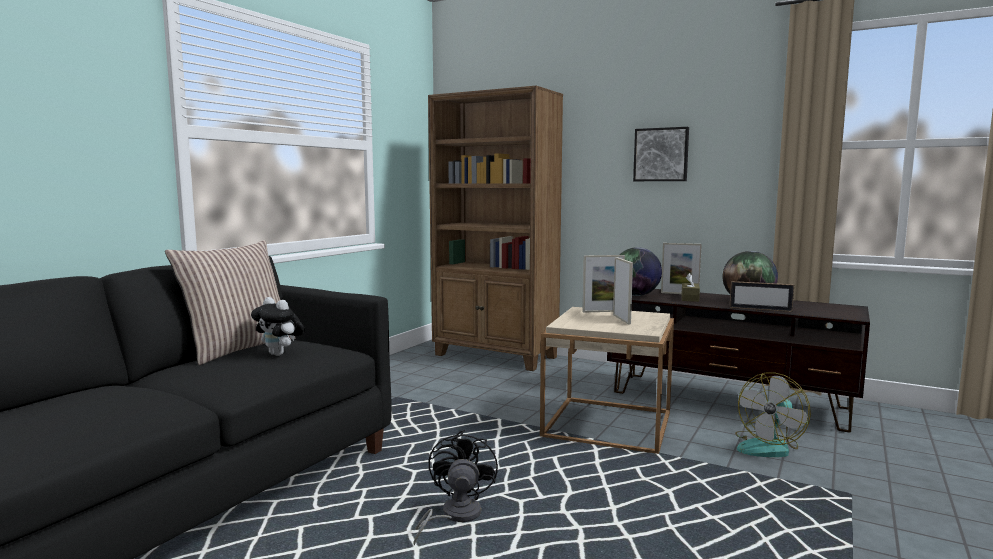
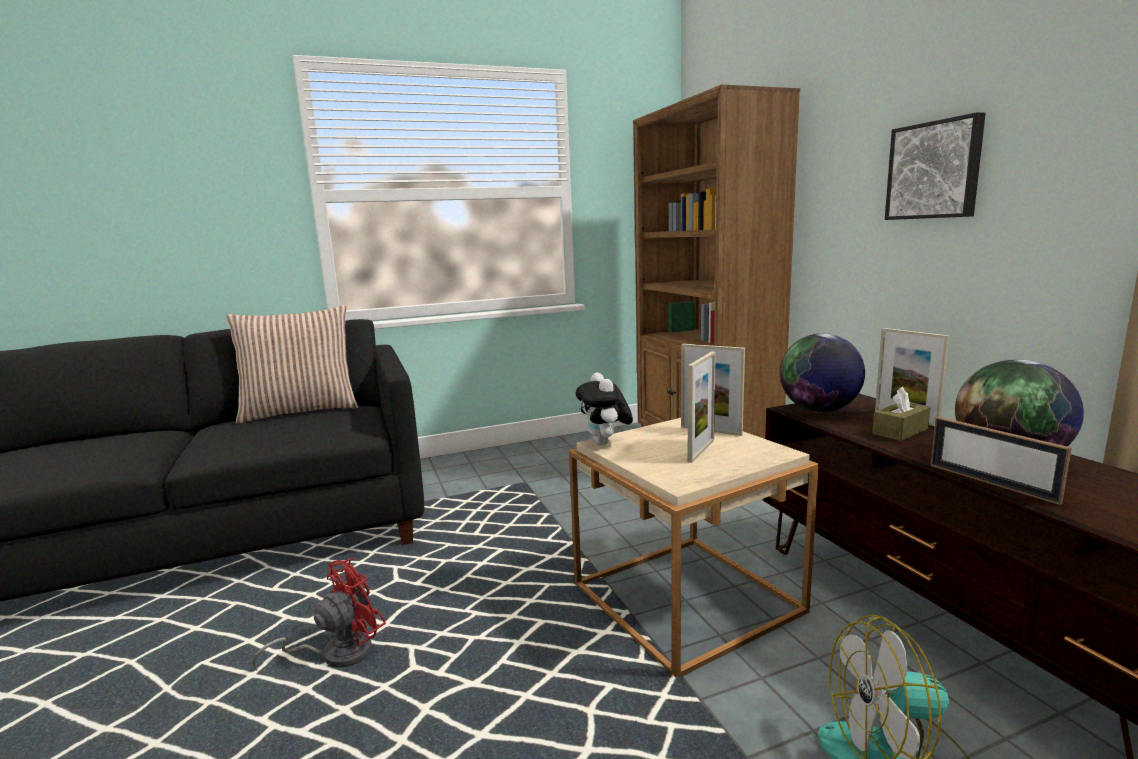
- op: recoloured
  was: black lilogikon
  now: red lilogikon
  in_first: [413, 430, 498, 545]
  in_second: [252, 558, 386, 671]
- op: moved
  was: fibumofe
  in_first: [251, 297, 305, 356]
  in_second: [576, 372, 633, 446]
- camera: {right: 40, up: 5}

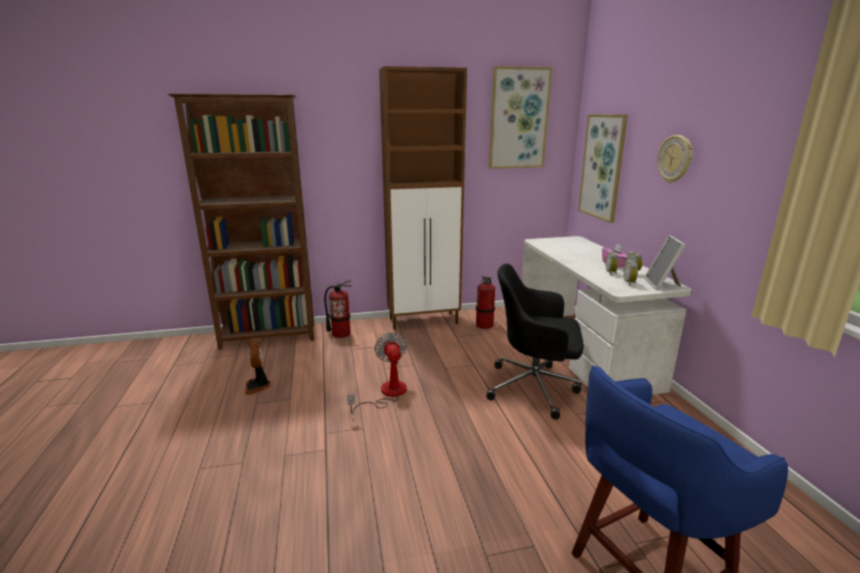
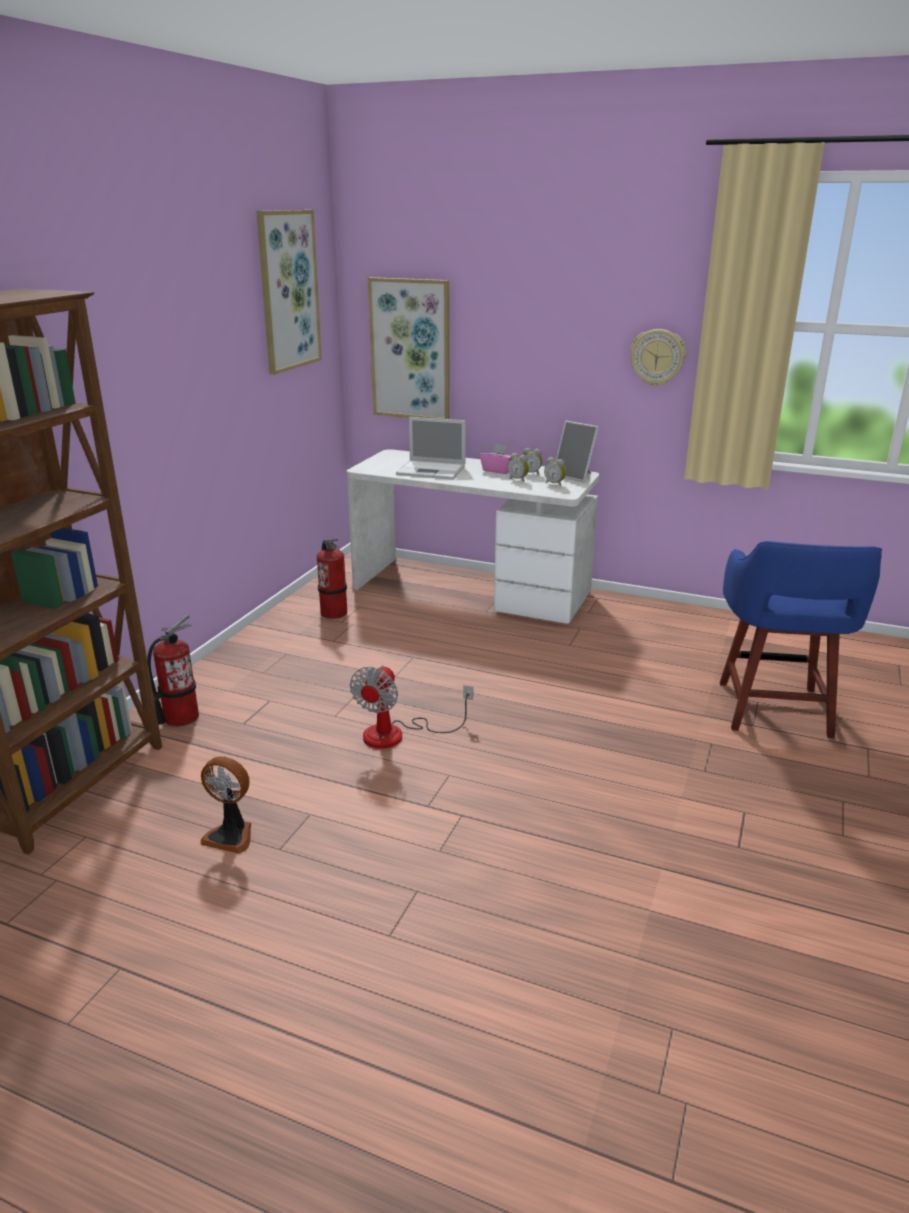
- op: turned
  was: lilogikon
  in_first: [347, 332, 407, 413]
  in_second: [350, 665, 473, 749]
  clockwise: -90
- op: added
  now: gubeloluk
  in_second: [396, 417, 466, 480]
- op: moved
  was: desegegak
  in_first: [657, 135, 693, 183]
  in_second: [630, 329, 686, 386]
- op: removed
  was: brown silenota
  in_first: [379, 66, 467, 330]
- op: removed
  was: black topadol
  in_first: [487, 264, 584, 420]
- camera: {right: -55, up: 5}

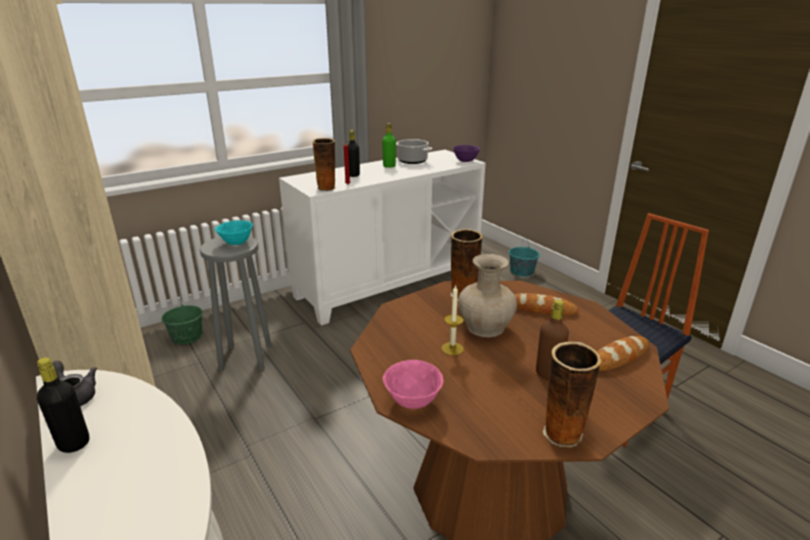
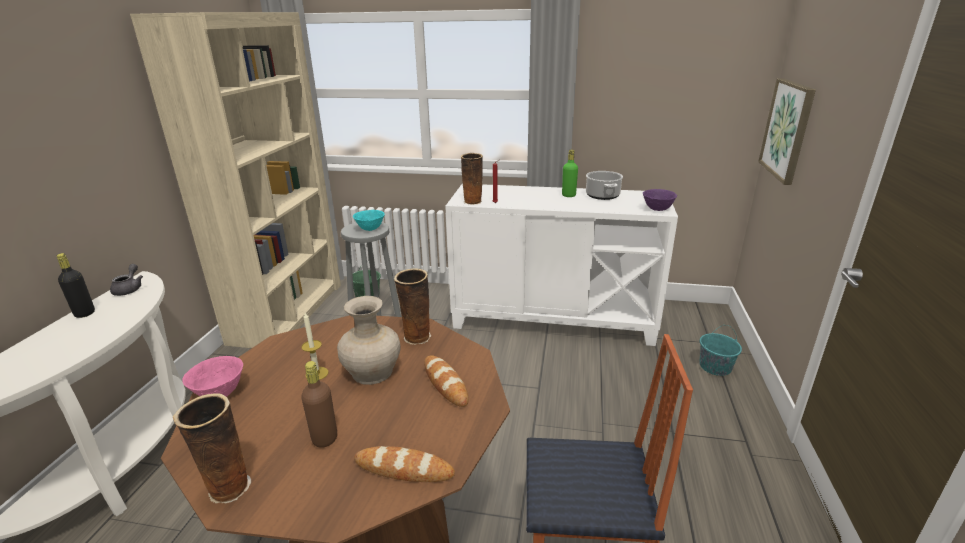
- op: added
  now: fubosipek
  in_second: [758, 78, 816, 185]
- op: removed
  was: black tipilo
  in_first: [348, 130, 360, 177]
- camera: {right: 45, up: 0}

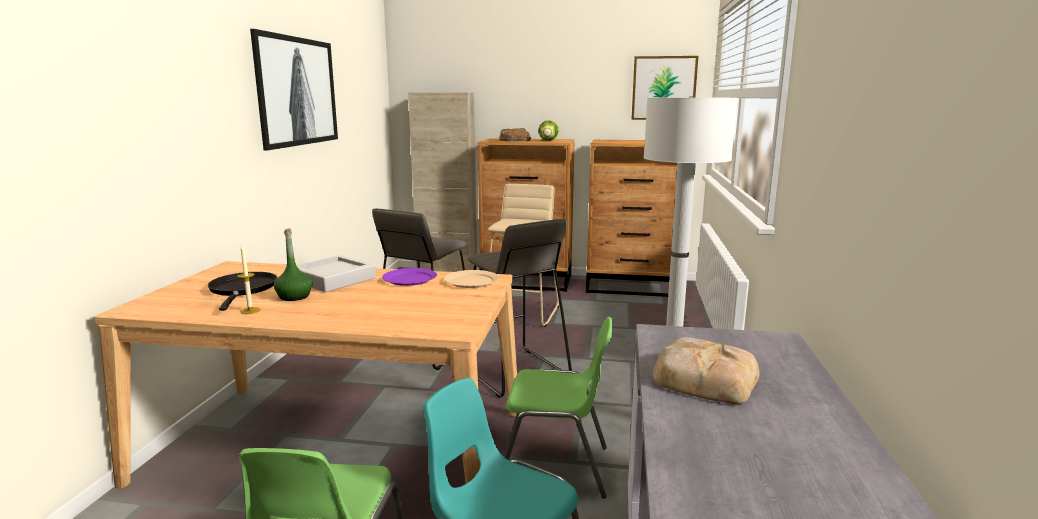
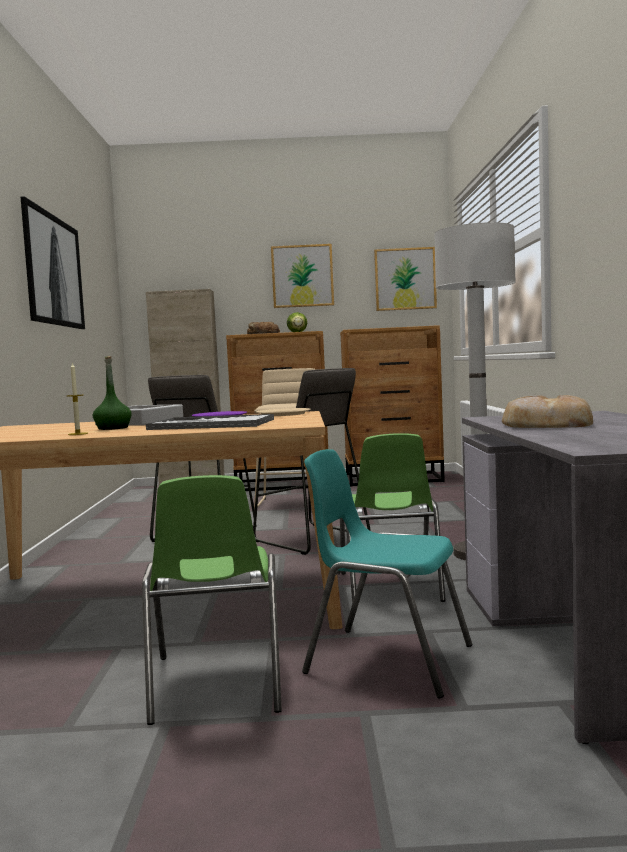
- op: added
  now: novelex
  in_second: [146, 414, 274, 430]
- op: added
  now: fubosipek
  in_second: [271, 244, 334, 308]
- op: turned
  was: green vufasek
  in_first: [505, 317, 612, 499]
  in_second: [340, 433, 446, 604]
  clockwise: 90
- op: removed
  was: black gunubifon
  in_first: [208, 272, 277, 311]
- camera: {right: -10, up: -10}

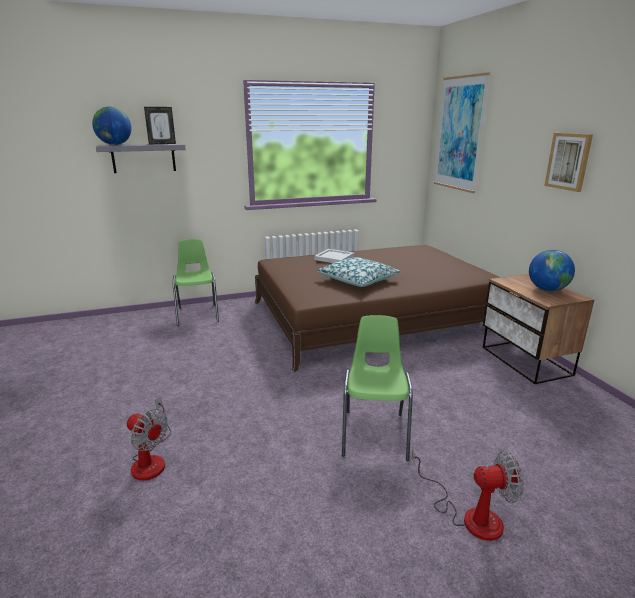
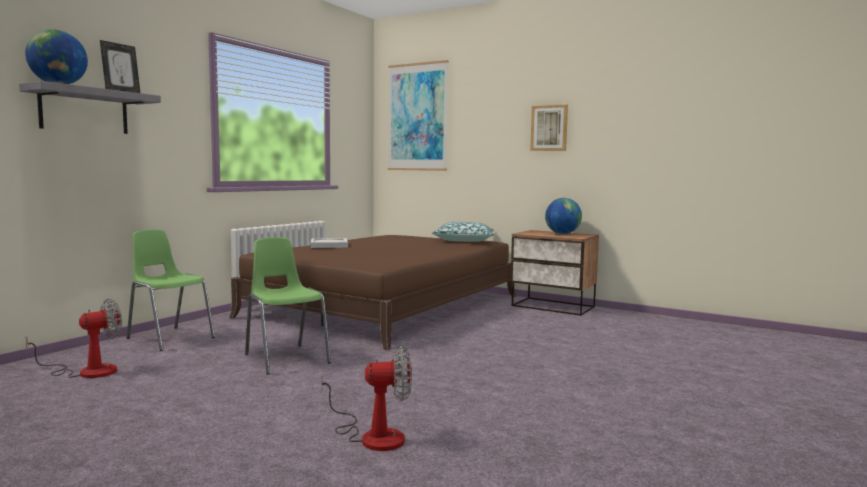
- op: moved
  was: lilogikon
  in_first: [412, 449, 524, 541]
  in_second: [26, 298, 122, 378]
- op: moved
  was: green vufasek
  in_first: [342, 315, 413, 461]
  in_second: [245, 237, 331, 375]
- op: moved
  was: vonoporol
  in_first: [316, 257, 401, 287]
  in_second: [432, 222, 494, 242]
- camera: {right: -40, up: -15}

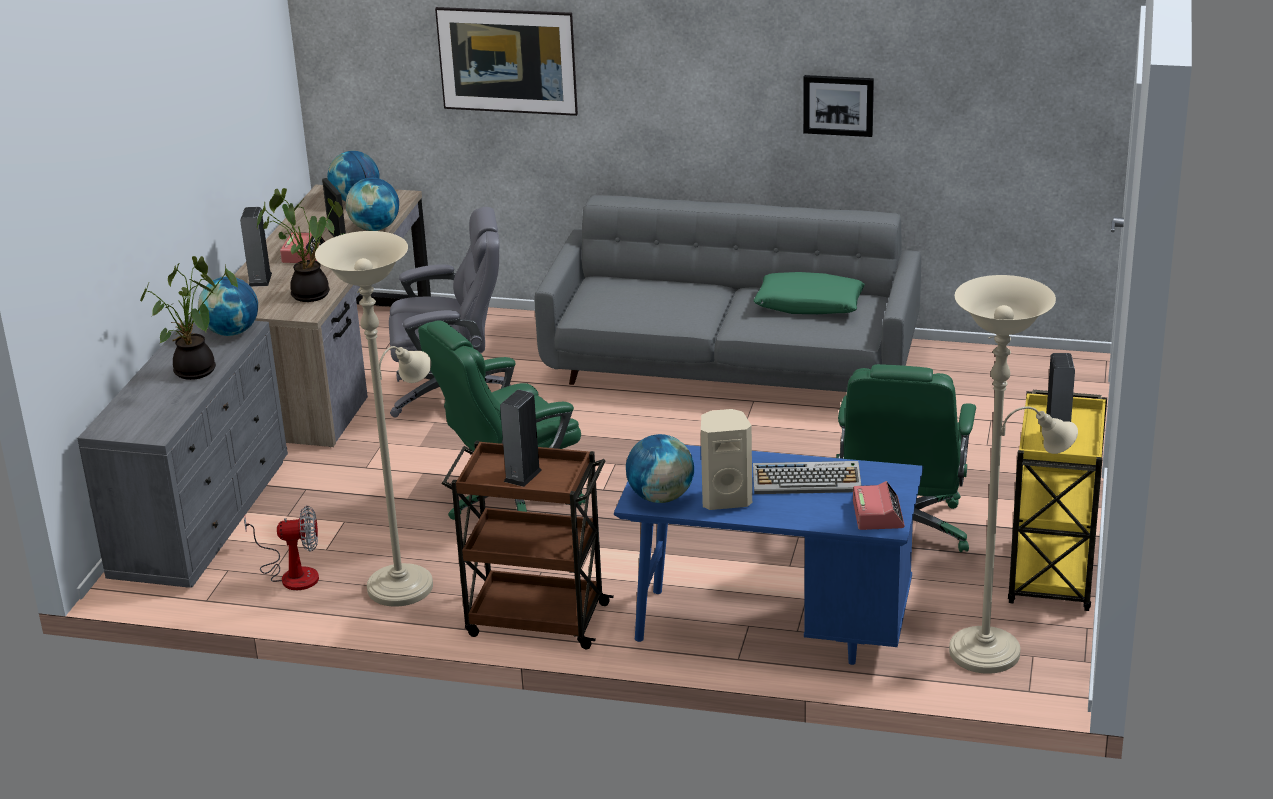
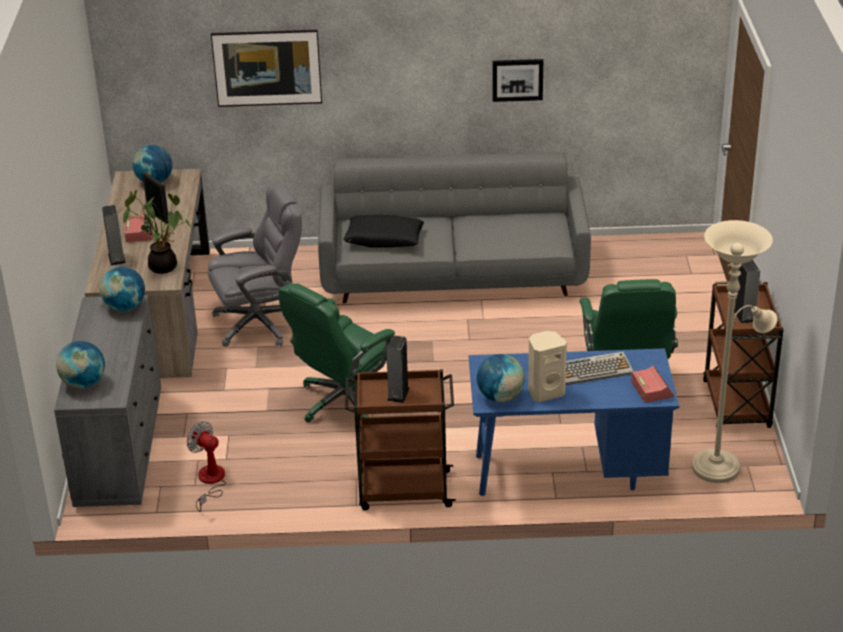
- op: moved
  was: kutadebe
  in_first: [346, 178, 399, 231]
  in_second: [56, 341, 105, 389]
- op: turned
  was: lilogikon
  in_first: [244, 506, 319, 590]
  in_second: [186, 421, 226, 512]
  clockwise: -120
- op: added
  now: black vonoporol
  in_second: [343, 215, 424, 248]
- op: recoloured
  was: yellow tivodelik
  now: brown tivodelik
  in_first: [1008, 390, 1107, 611]
  in_second: [703, 280, 784, 428]
- op: removed
  was: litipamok
  in_first: [140, 256, 238, 380]
- op: removed
  was: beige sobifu
  in_first: [315, 231, 433, 607]
- op: removed
  was: green vonoporol
  in_first: [753, 272, 865, 314]
- camera: {right: -15, up: 5}

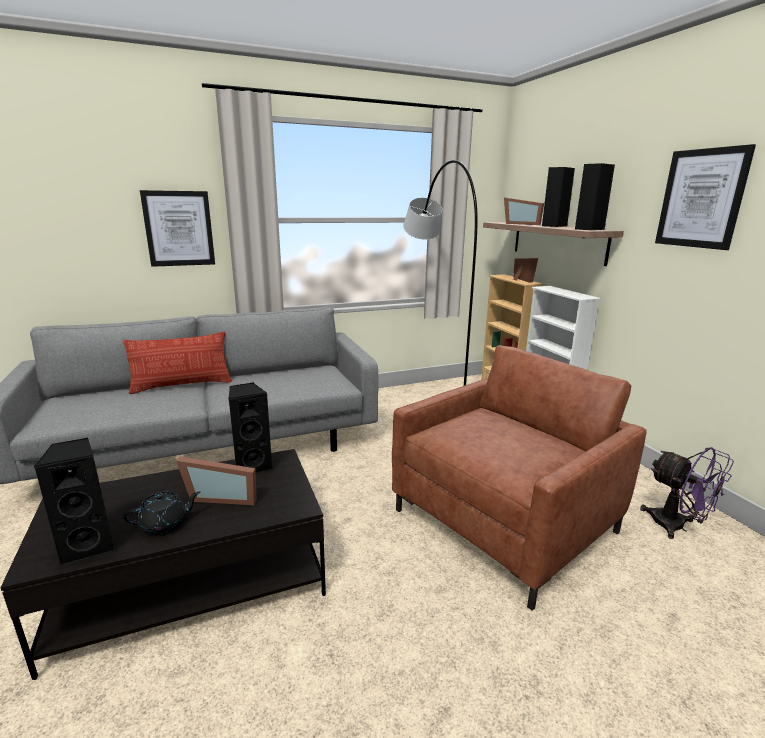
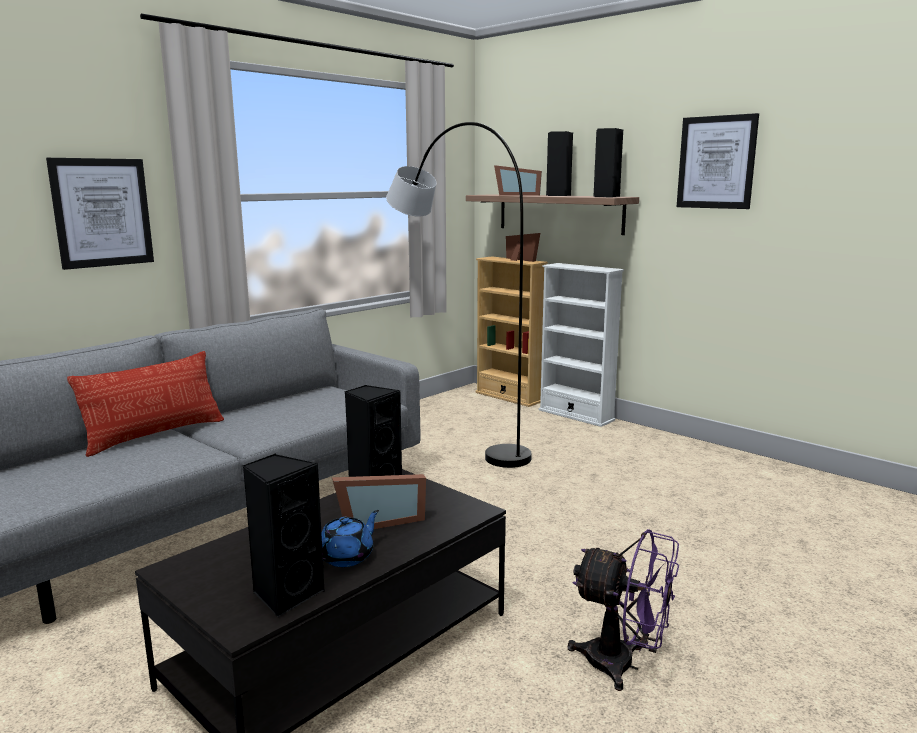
- op: recoloured
  was: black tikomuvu
  now: blue tikomuvu
  in_first: [123, 491, 200, 534]
  in_second: [321, 510, 379, 567]
- op: moved
  was: purple lilogikon
  in_first: [640, 447, 734, 539]
  in_second: [568, 529, 679, 691]
- op: removed
  was: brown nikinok
  in_first: [392, 345, 646, 611]
- camera: {right: -25, up: -5}

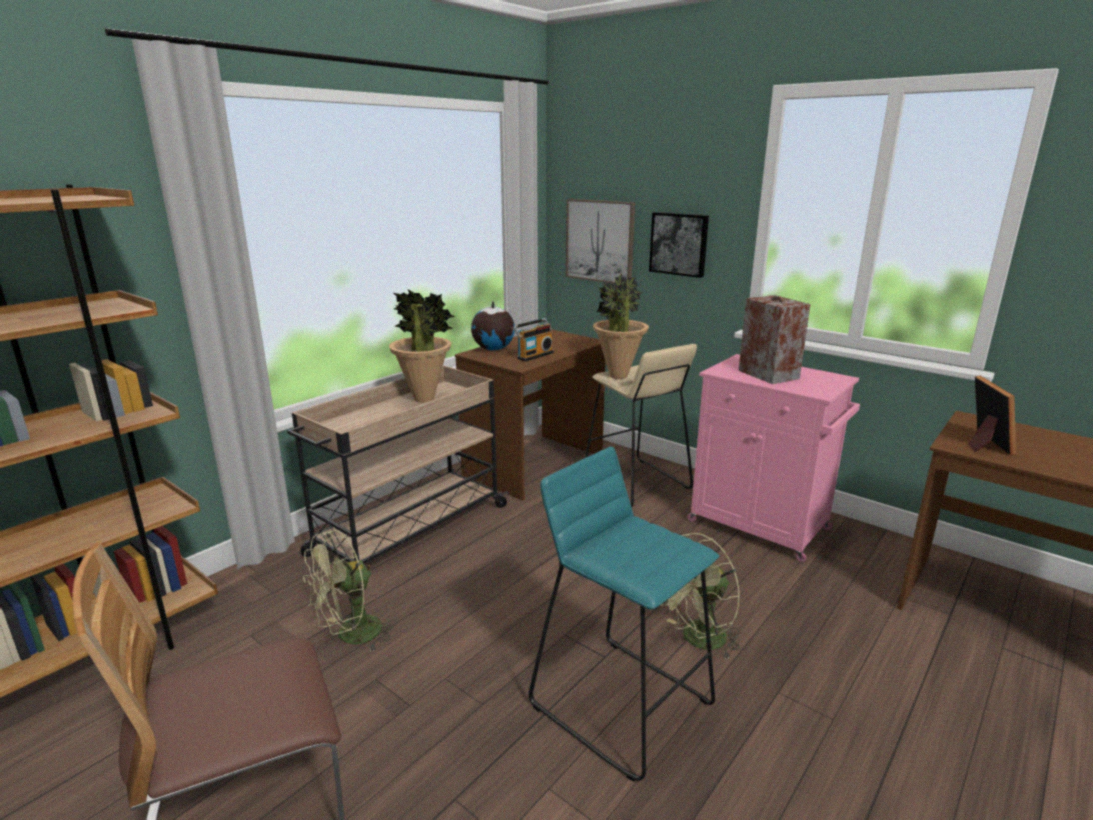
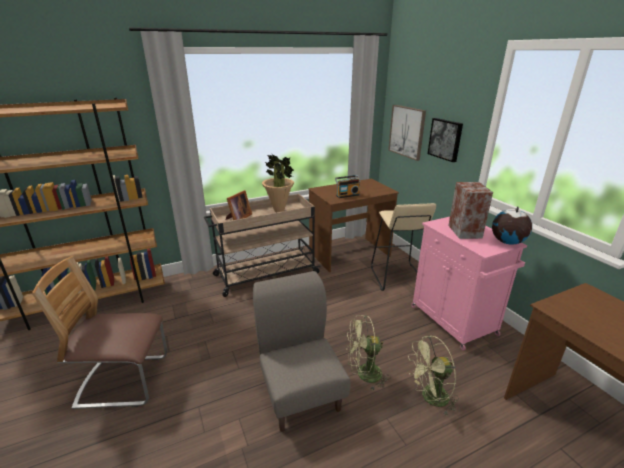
- op: moved
  was: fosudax
  in_first: [968, 376, 1016, 455]
  in_second: [226, 190, 252, 220]
- op: replaced
  was: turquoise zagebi
  now: grey vufasek
  in_first: [529, 447, 719, 782]
  in_second: [253, 271, 350, 431]
- op: moved
  was: green lilogikon
  in_first: [303, 530, 397, 652]
  in_second: [408, 335, 459, 415]
- op: moved
  was: kutadebe
  in_first: [471, 301, 515, 350]
  in_second: [492, 206, 532, 245]
- op: removed
  was: litipamok
  in_first: [593, 273, 649, 379]
- camera: {right: 25, up: 5}

